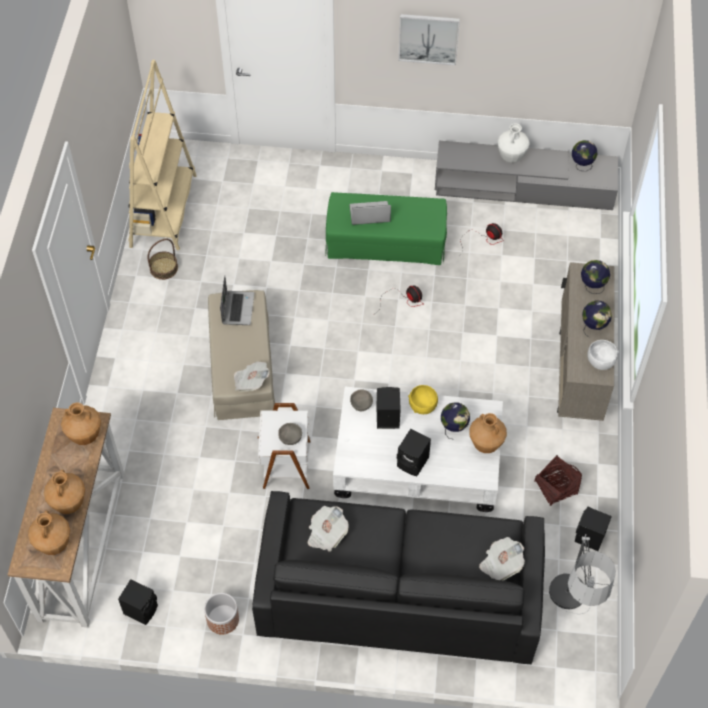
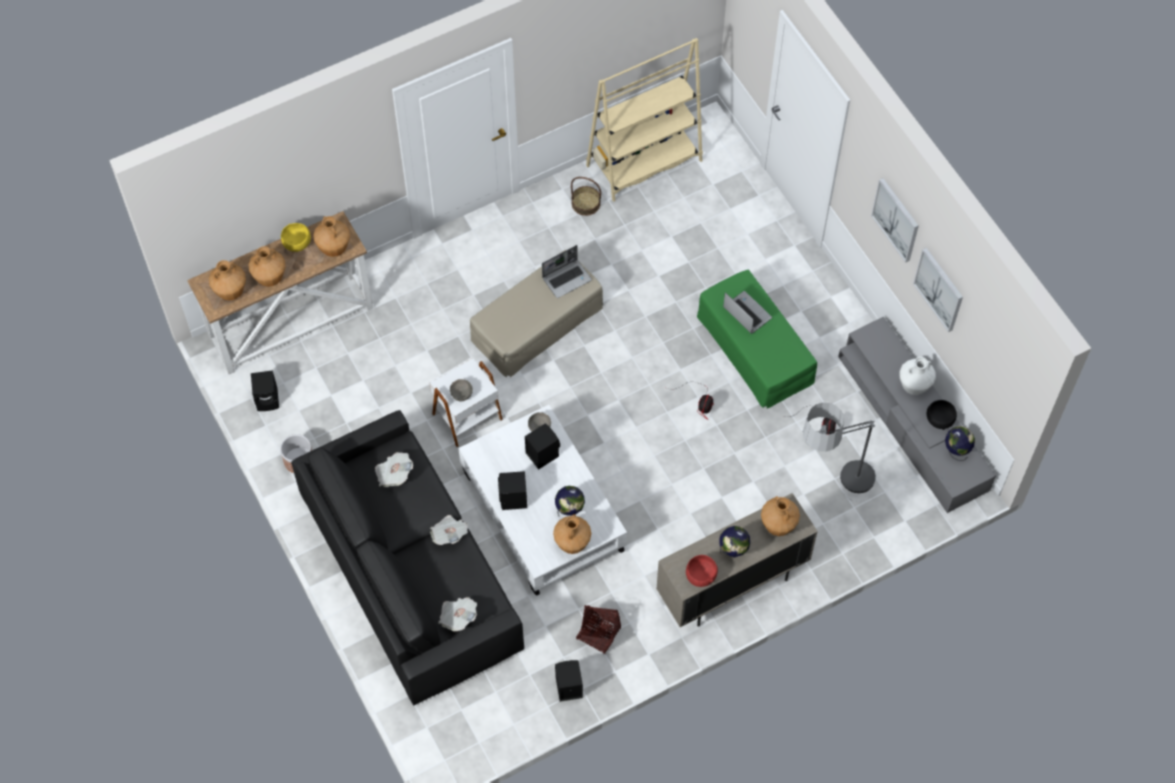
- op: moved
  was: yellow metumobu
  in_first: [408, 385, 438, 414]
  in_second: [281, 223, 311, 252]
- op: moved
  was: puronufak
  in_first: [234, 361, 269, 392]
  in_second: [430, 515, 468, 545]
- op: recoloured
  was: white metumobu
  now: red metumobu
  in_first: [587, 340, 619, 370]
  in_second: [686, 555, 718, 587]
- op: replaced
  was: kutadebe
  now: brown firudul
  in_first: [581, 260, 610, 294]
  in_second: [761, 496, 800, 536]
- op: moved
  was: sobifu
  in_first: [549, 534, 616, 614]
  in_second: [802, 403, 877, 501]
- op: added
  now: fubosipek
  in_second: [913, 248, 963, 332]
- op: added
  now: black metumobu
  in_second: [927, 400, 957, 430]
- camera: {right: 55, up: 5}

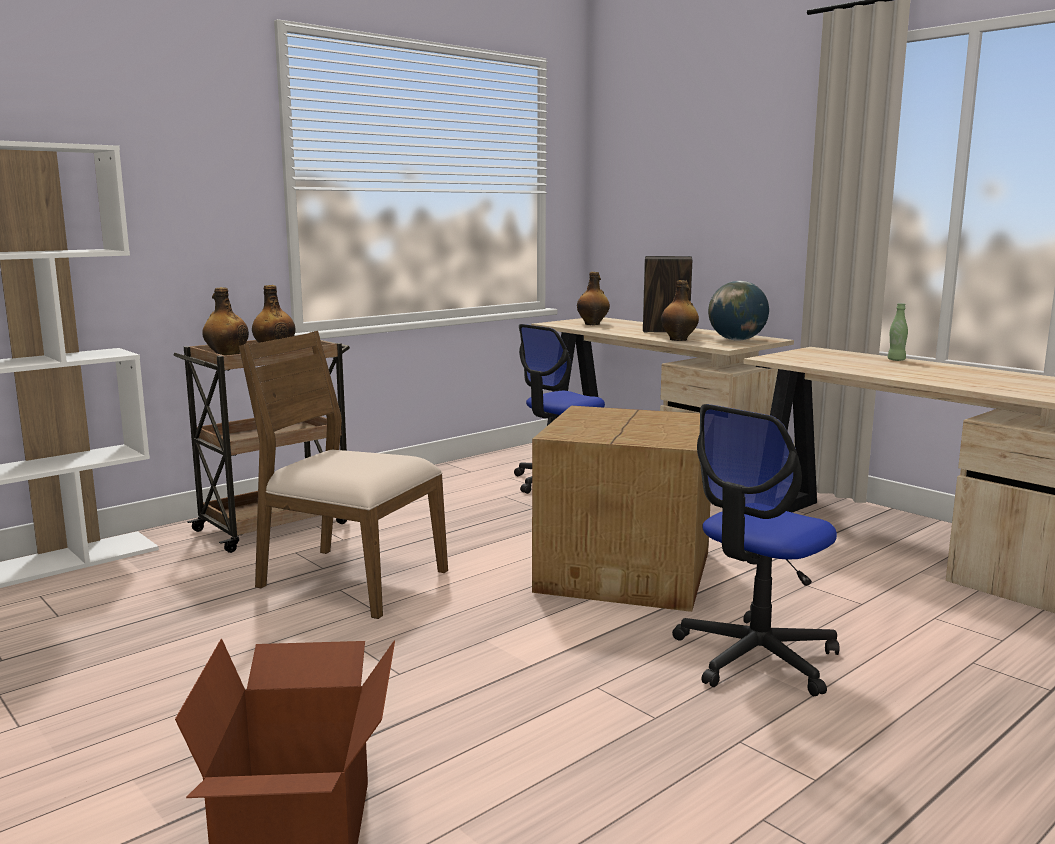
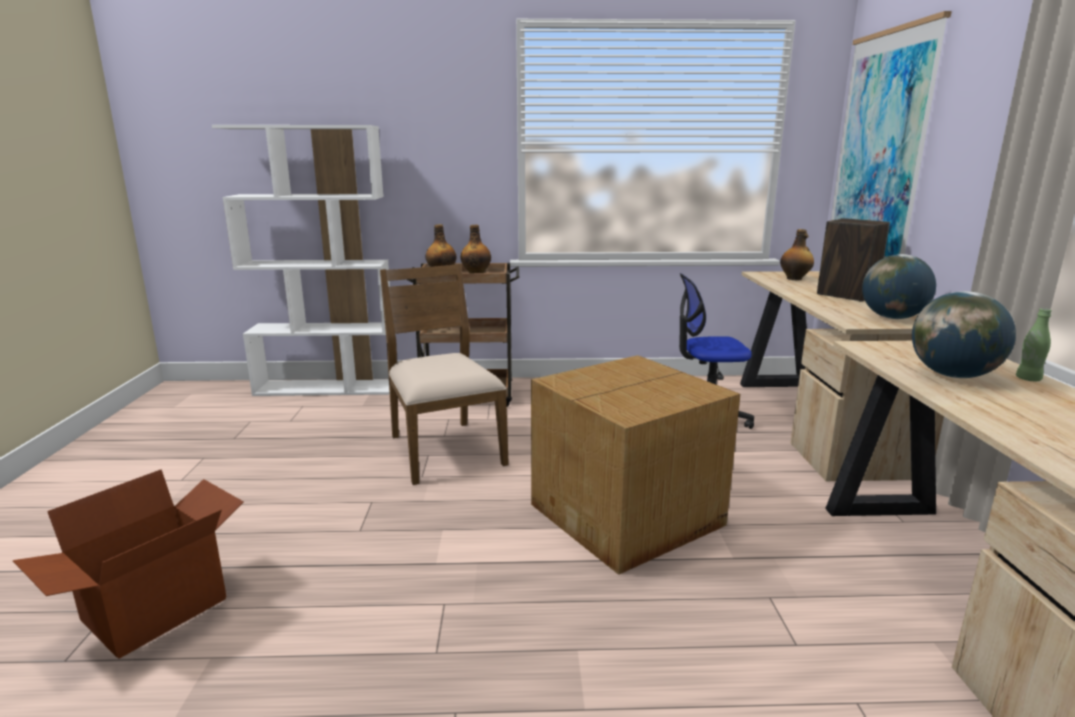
- op: added
  now: fubosipek
  in_second: [831, 11, 952, 258]
- op: added
  now: kutadebe
  in_second: [912, 291, 1016, 378]
- op: removed
  was: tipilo
  in_first: [661, 280, 699, 341]
- op: removed
  was: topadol
  in_first: [672, 404, 839, 696]
- camera: {right: 40, up: 5}

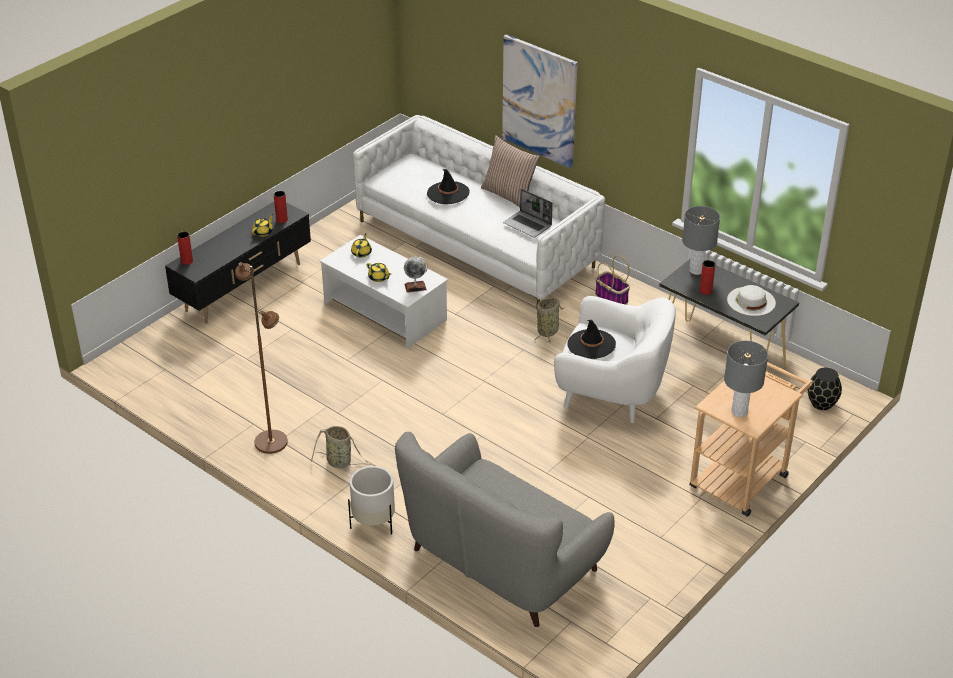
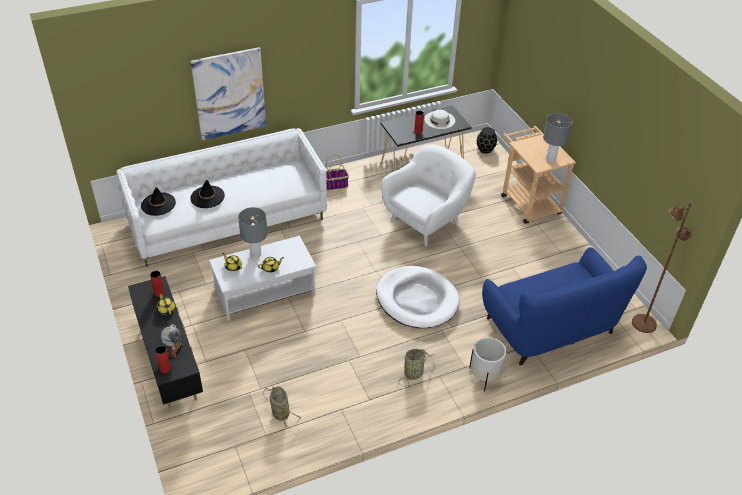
- op: moved
  was: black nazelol
  in_first: [567, 320, 616, 359]
  in_second: [141, 187, 176, 216]
- op: moved
  was: kutadebe
  in_first: [404, 257, 428, 293]
  in_second: [161, 325, 183, 358]
- op: moved
  was: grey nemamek
  in_first: [682, 206, 720, 275]
  in_second: [238, 207, 267, 258]
- op: moved
  was: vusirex
  in_first: [535, 297, 564, 343]
  in_second: [263, 386, 301, 428]
- op: added
  now: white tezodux
  in_second: [376, 266, 460, 329]
- op: recoloured
  was: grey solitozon
  now: blue solitozon
  in_first: [395, 432, 615, 627]
  in_second: [482, 247, 647, 365]
- op: moved
  was: brown sobifu
  in_first: [235, 262, 288, 454]
  in_second: [632, 203, 692, 333]
- op: removed
  was: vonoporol
  in_first: [481, 135, 540, 207]
- op: removed
  was: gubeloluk
  in_first: [503, 189, 553, 237]
- camera: {right: -65, up: 5}

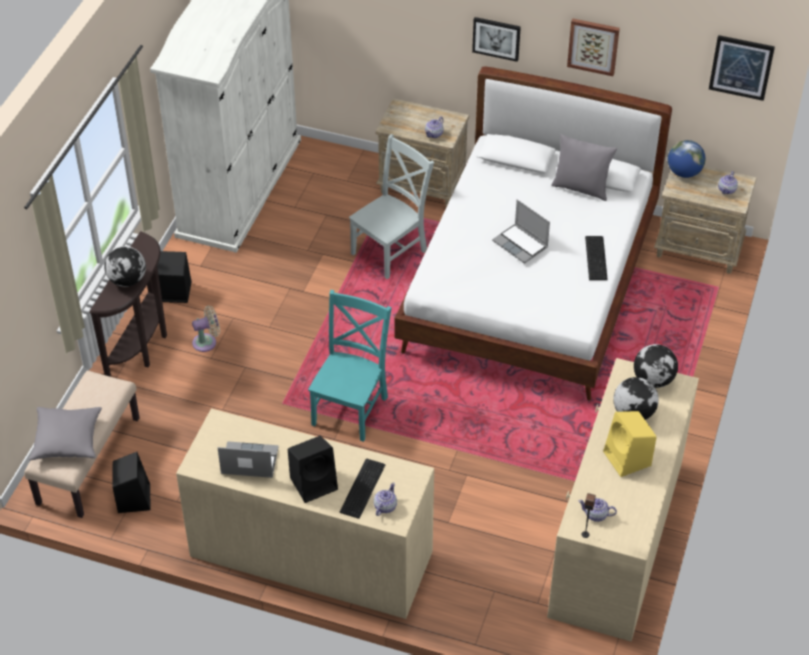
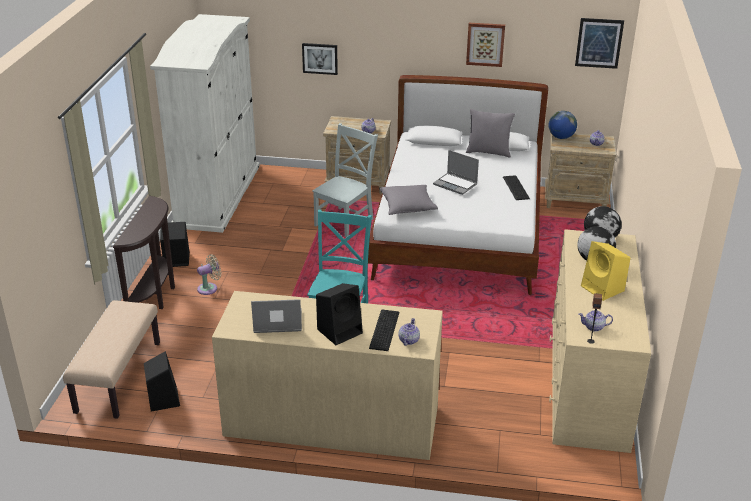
- op: moved
  was: fubosipek
  in_first: [472, 17, 521, 62]
  in_second: [302, 43, 338, 75]
- op: moved
  was: grey vonoporol
  in_first: [29, 407, 102, 460]
  in_second: [379, 185, 438, 215]
- op: removed
  was: kutadebe
  in_first: [104, 246, 146, 287]
- camera: {right: -10, up: -15}

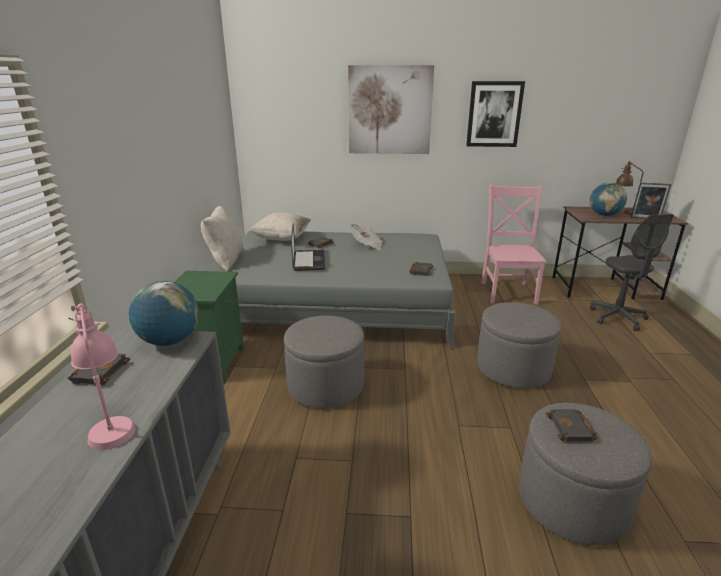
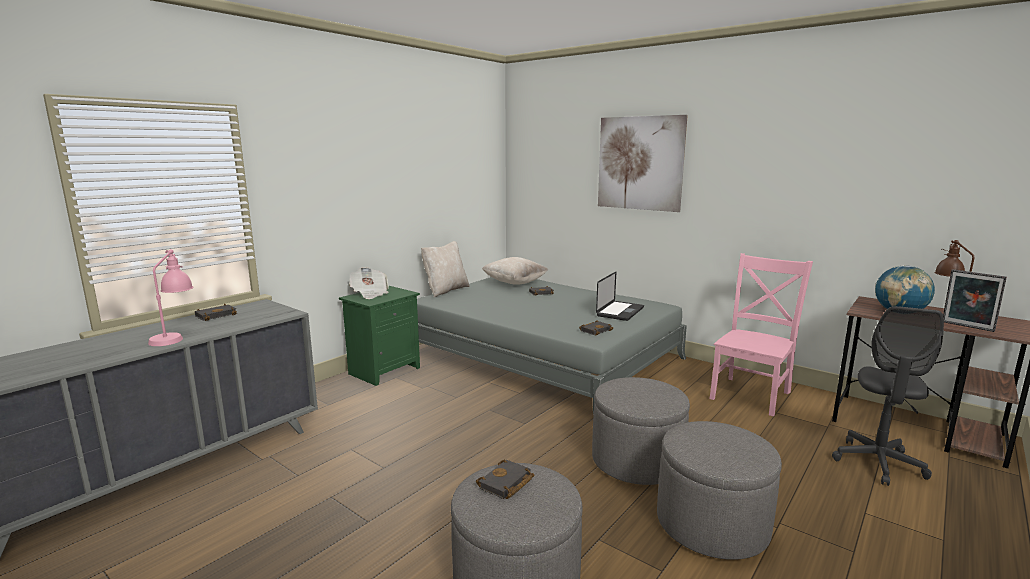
- op: moved
  was: puronufak
  in_first: [350, 224, 383, 250]
  in_second: [349, 267, 389, 299]
- op: moved
  was: gubeloluk
  in_first: [291, 223, 325, 271]
  in_second: [596, 272, 644, 321]
- op: moved
  was: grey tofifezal
  in_first: [284, 315, 364, 408]
  in_second: [657, 421, 782, 560]
- op: removed
  was: kutadebe
  in_first: [129, 281, 199, 346]
- op: removed
  was: fubosipek
  in_first: [466, 81, 525, 147]
- camera: {right: 35, up: -10}

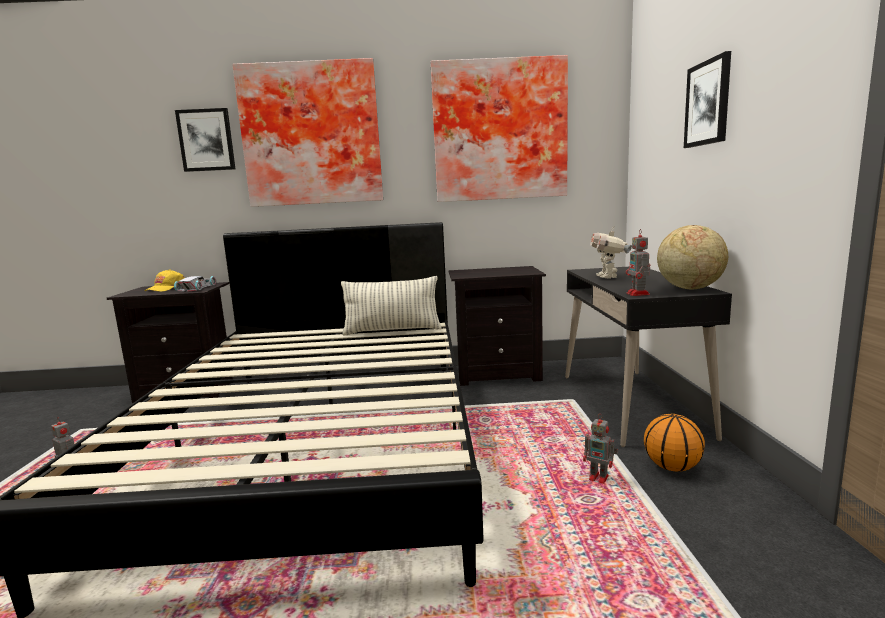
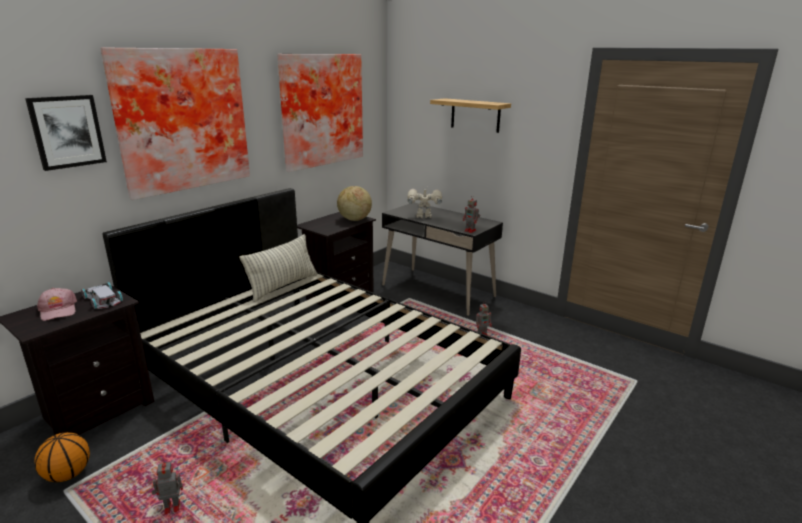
- op: moved
  was: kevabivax
  in_first: [644, 414, 705, 472]
  in_second: [34, 432, 90, 482]
- op: recoloured
  was: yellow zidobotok
  now: pink zidobotok
  in_first: [144, 269, 185, 292]
  in_second: [37, 288, 77, 321]
- op: moved
  was: kutadebe
  in_first: [657, 225, 728, 289]
  in_second: [337, 186, 372, 221]
- op: turned
  was: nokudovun
  in_first: [590, 226, 632, 279]
  in_second: [407, 189, 442, 218]
  clockwise: 135
- op: replaced
  was: fubosipek
  now: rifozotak
  in_first: [684, 51, 731, 148]
  in_second: [430, 98, 511, 133]
- camera: {right: -50, up: 10}

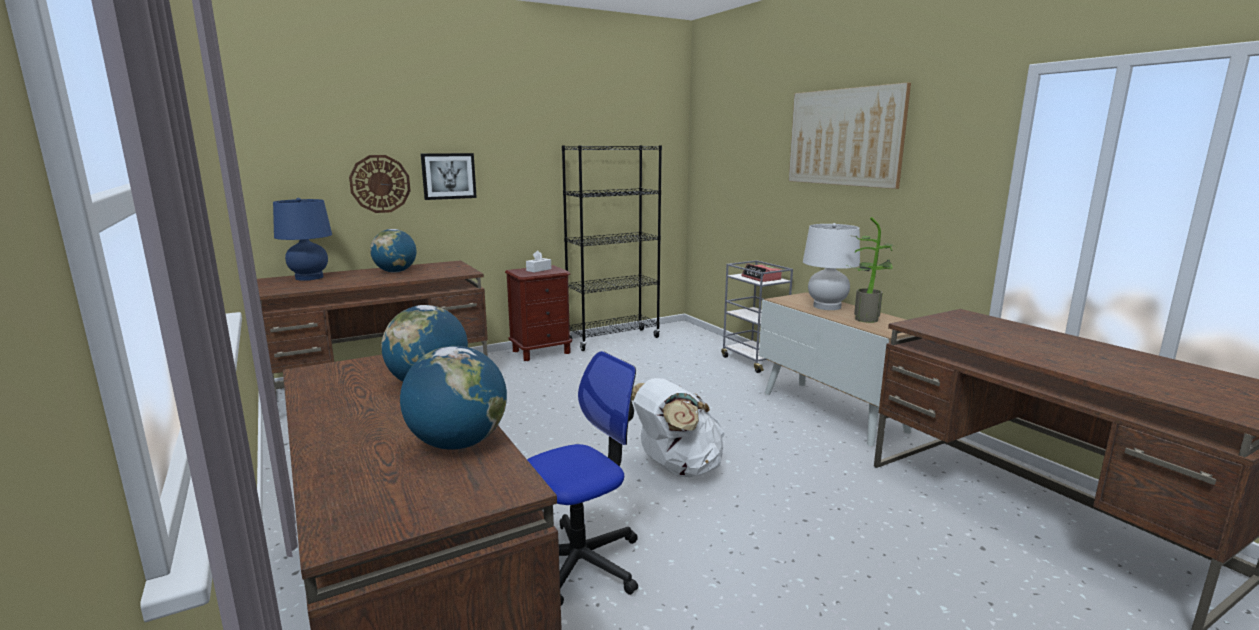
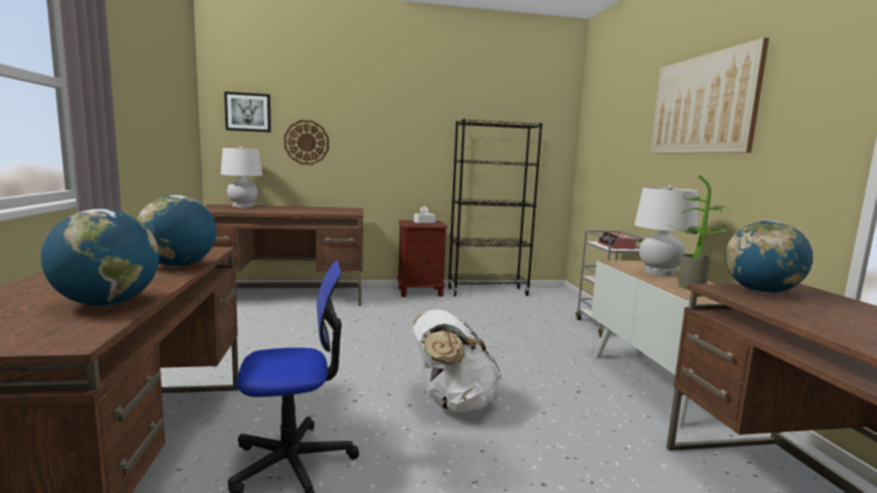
- op: recoloured
  was: blue nemamek
  now: white nemamek
  in_first: [273, 198, 332, 281]
  in_second: [221, 146, 262, 208]
- op: moved
  was: fubosipek
  in_first: [421, 153, 477, 200]
  in_second: [224, 92, 271, 132]
- op: moved
  was: kutadebe
  in_first: [370, 229, 416, 273]
  in_second: [725, 221, 813, 293]
- camera: {right: 20, up: -5}

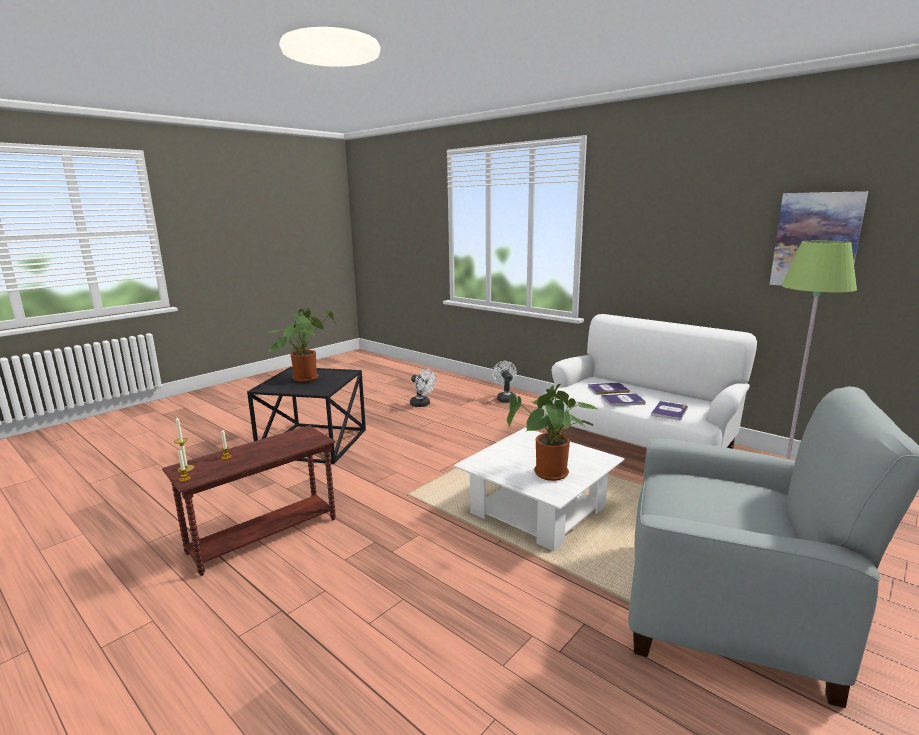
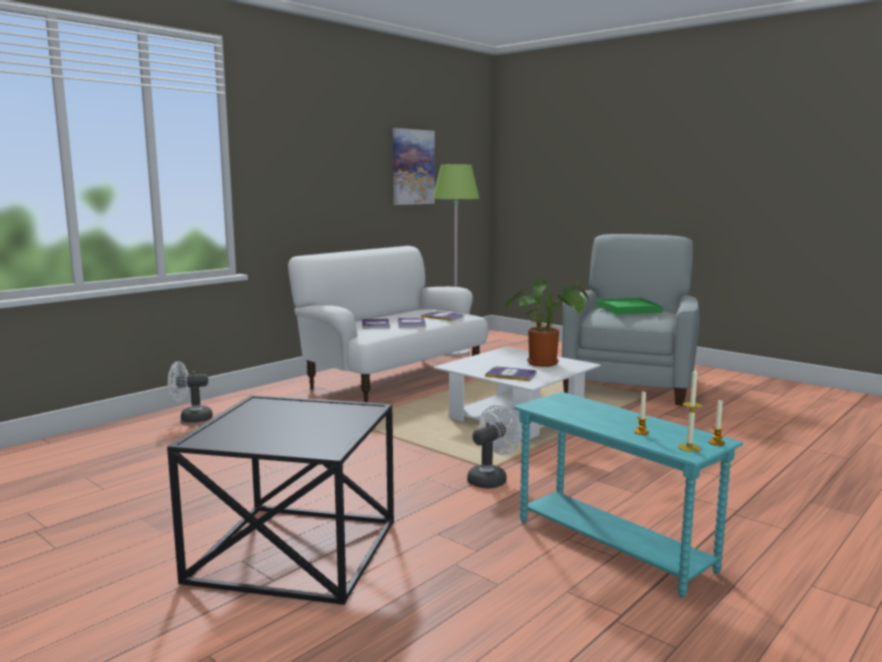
- op: moved
  was: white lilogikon
  in_first: [410, 369, 436, 407]
  in_second: [467, 405, 521, 489]
- op: added
  now: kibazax
  in_second: [485, 367, 536, 381]
- op: recoloured
  was: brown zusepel
  now: turquoise zusepel
  in_first: [162, 425, 336, 576]
  in_second: [513, 392, 743, 598]
- op: added
  now: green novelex
  in_second: [597, 298, 663, 315]
- op: removed
  was: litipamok
  in_first: [268, 308, 337, 382]
- camera: {right: -90, up: -5}

